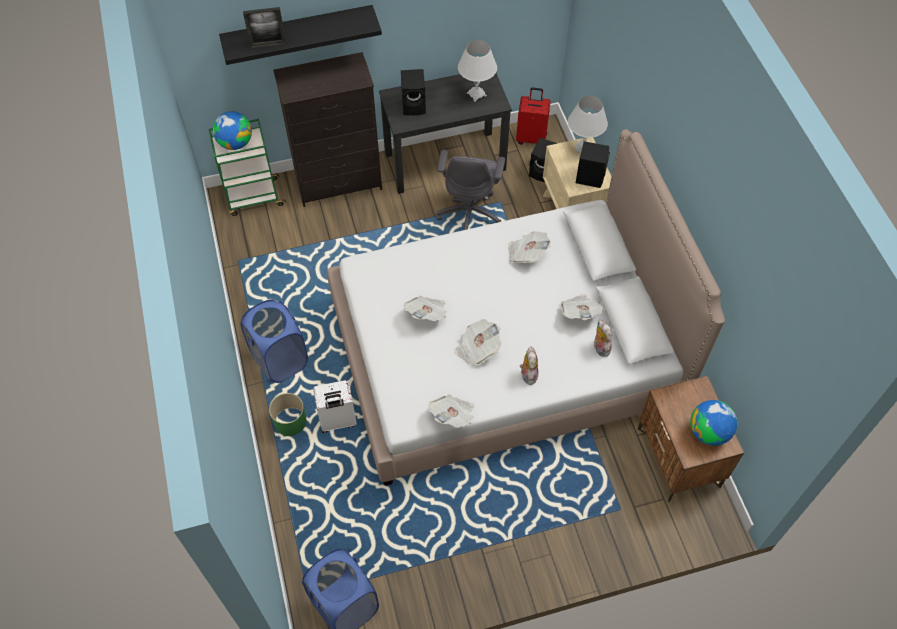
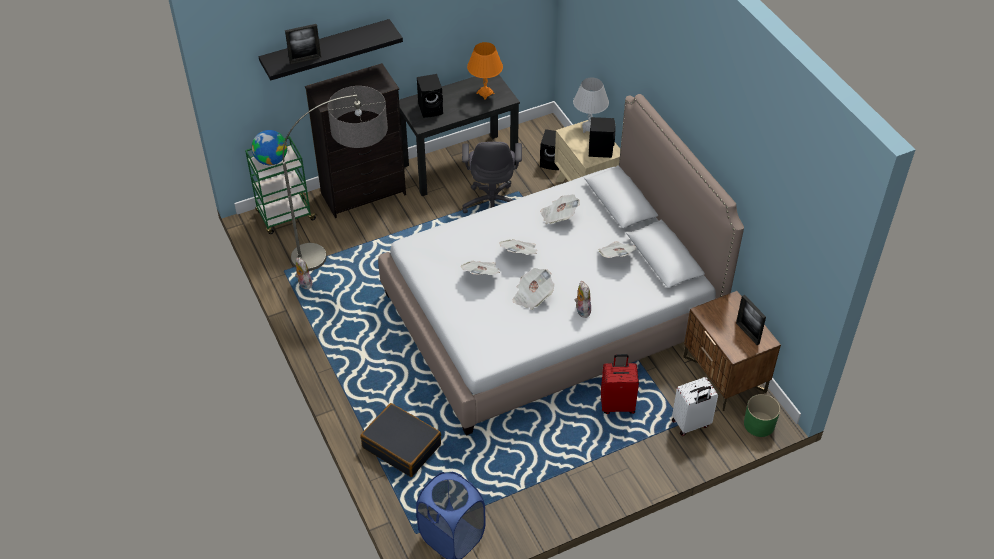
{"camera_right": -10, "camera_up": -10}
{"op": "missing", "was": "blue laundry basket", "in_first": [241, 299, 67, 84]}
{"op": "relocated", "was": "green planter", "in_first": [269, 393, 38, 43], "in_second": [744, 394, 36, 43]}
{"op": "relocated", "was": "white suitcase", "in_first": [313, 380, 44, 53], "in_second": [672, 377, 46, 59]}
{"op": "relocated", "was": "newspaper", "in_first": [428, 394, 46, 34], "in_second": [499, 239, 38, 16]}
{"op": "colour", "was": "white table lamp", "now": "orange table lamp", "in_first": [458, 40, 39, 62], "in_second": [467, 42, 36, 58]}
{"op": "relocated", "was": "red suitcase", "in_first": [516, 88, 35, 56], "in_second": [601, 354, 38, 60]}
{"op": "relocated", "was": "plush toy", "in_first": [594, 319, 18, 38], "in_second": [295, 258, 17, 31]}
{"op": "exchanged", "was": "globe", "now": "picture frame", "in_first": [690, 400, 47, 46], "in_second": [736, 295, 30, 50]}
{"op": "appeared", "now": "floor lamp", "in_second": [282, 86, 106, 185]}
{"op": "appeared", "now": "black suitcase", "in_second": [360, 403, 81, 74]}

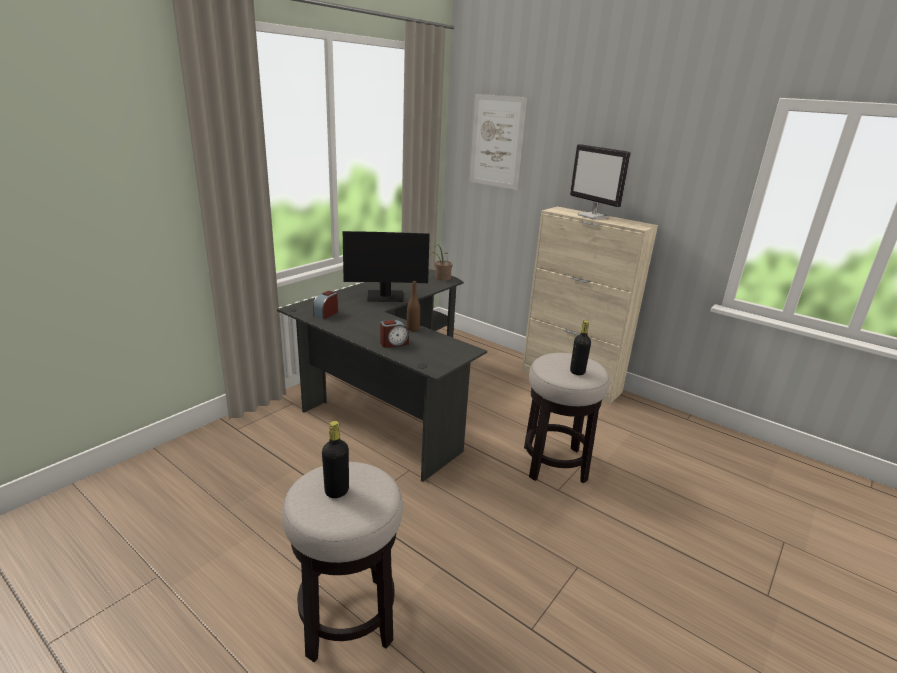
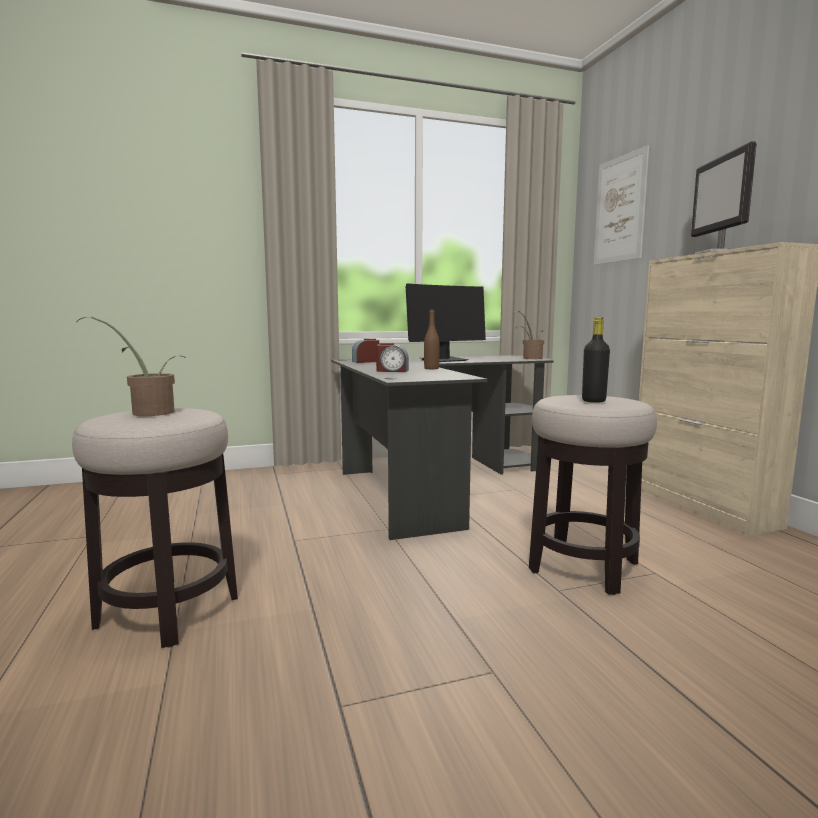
{"camera_right": 35, "camera_up": -15}
{"op": "exchanged", "was": "black bottle", "now": "potted plant", "in_first": [322, 421, 27, 77], "in_second": [78, 317, 108, 99]}
{"op": "spun", "was": "monitor", "in_first": [343, 231, 87, 71], "in_second": [406, 283, 80, 79], "clockwise": -60}

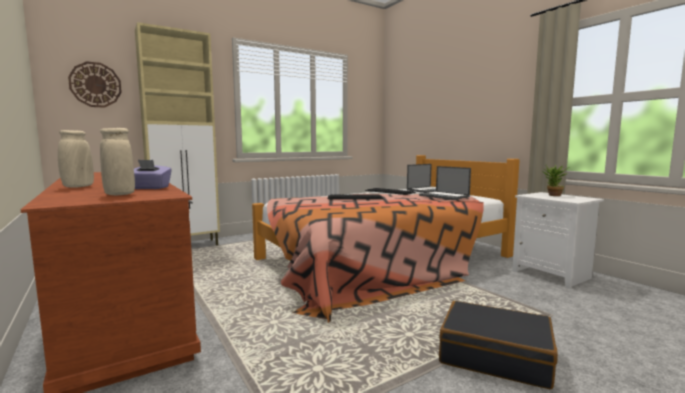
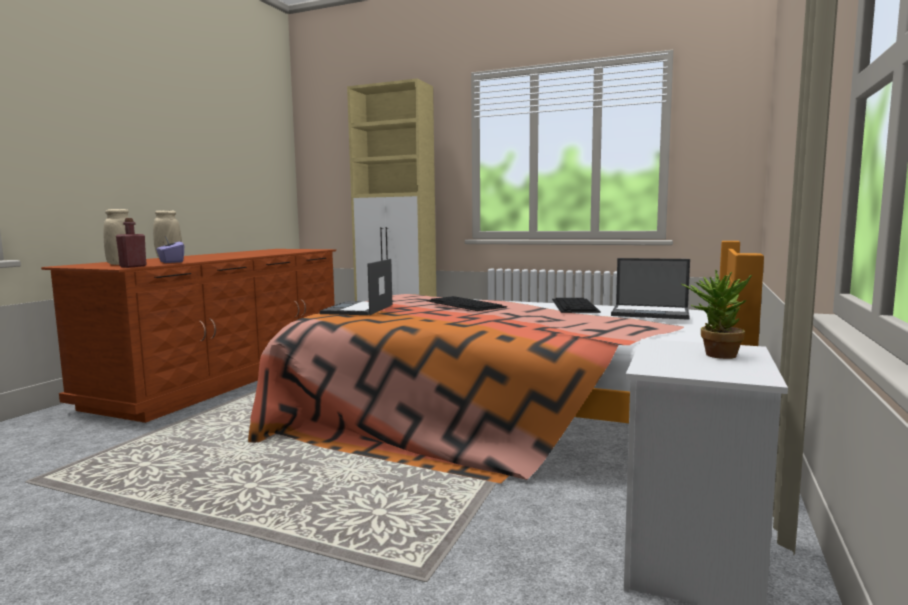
{"camera_right": 55, "camera_up": 0}
{"op": "missing", "was": "wall clock", "in_first": [68, 61, 54, 47]}
{"op": "relocated", "was": "laptop", "in_first": [419, 166, 52, 34], "in_second": [320, 259, 72, 56]}
{"op": "missing", "was": "black suitcase", "in_first": [439, 301, 119, 88]}
{"op": "appeared", "now": "red bottle", "in_second": [116, 218, 31, 50]}

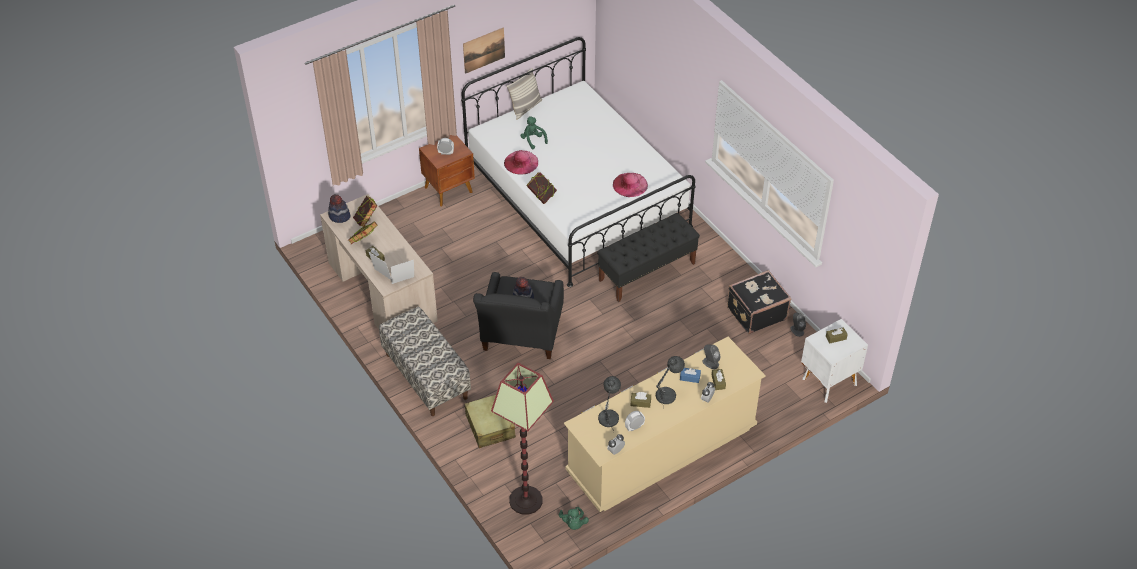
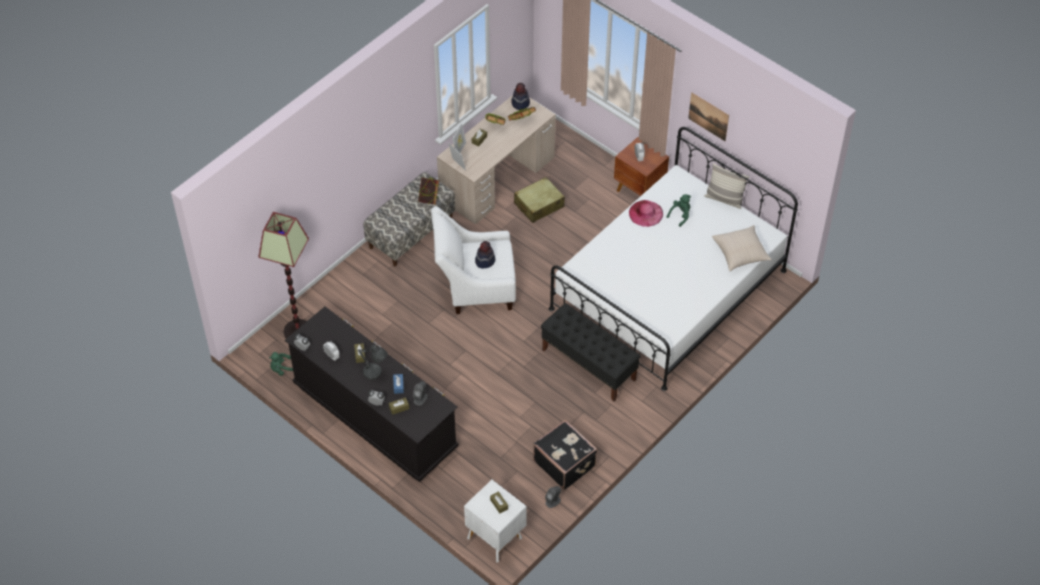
{"camera_right": 75, "camera_up": 5}
{"op": "relocated", "was": "beige suitcase", "in_first": [465, 395, 51, 53], "in_second": [514, 177, 51, 46]}
{"op": "colour", "was": "black armchair", "now": "white armchair", "in_first": [473, 272, 91, 87], "in_second": [431, 206, 85, 108]}
{"op": "relocated", "was": "book", "in_first": [526, 172, 31, 32], "in_second": [418, 177, 21, 28]}
{"op": "colour", "was": "beige dresser", "now": "black dresser", "in_first": [564, 337, 202, 175], "in_second": [285, 307, 174, 175]}
{"op": "missing", "was": "grey table lamp", "in_first": [598, 376, 23, 55]}
{"op": "missing", "was": "pink hat", "in_first": [613, 173, 35, 24]}
{"op": "appeared", "now": "beige pillow", "in_second": [712, 225, 60, 46]}

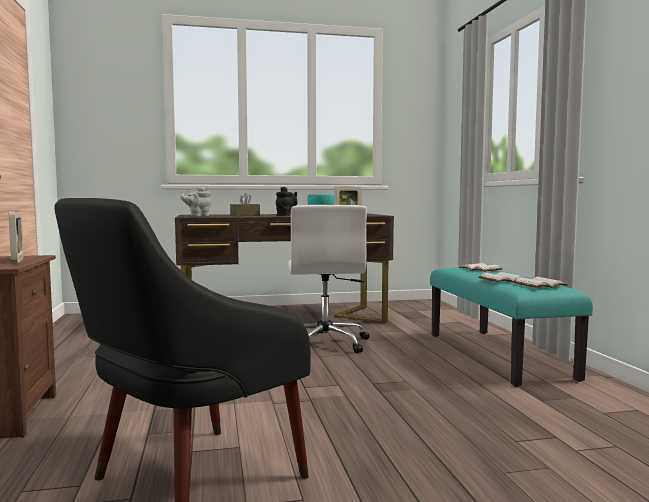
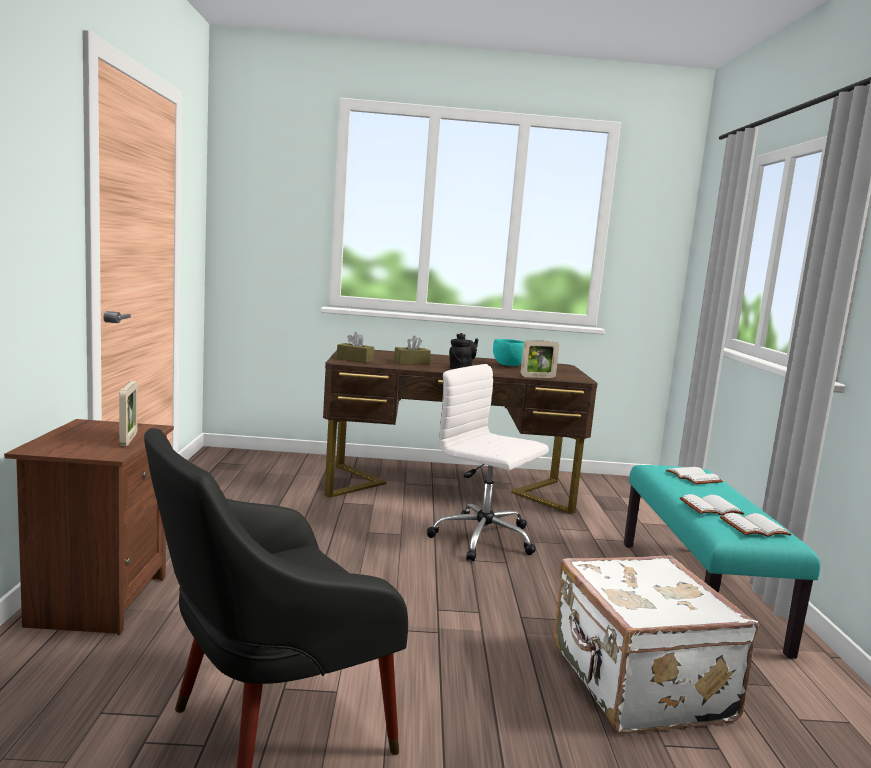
{"camera_right": 10, "camera_up": 5}
{"op": "exchanged", "was": "grey teapot", "now": "brown tissue box", "in_first": [180, 187, 32, 30], "in_second": [337, 332, 37, 31]}
{"op": "spun", "was": "white office chair", "in_first": [288, 205, 81, 148], "in_second": [427, 364, 122, 198], "clockwise": 120}
{"op": "appeared", "now": "white suitcase", "in_second": [554, 555, 204, 179]}

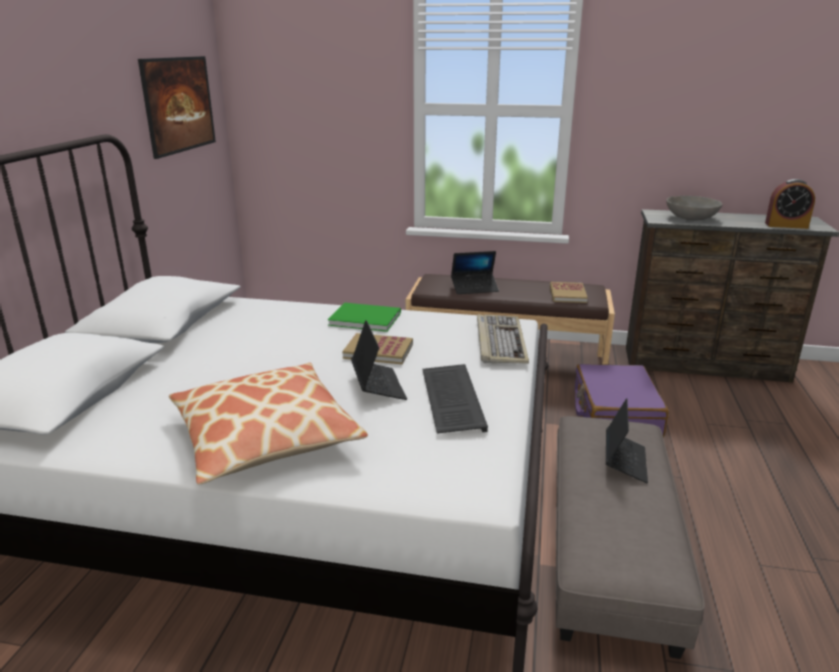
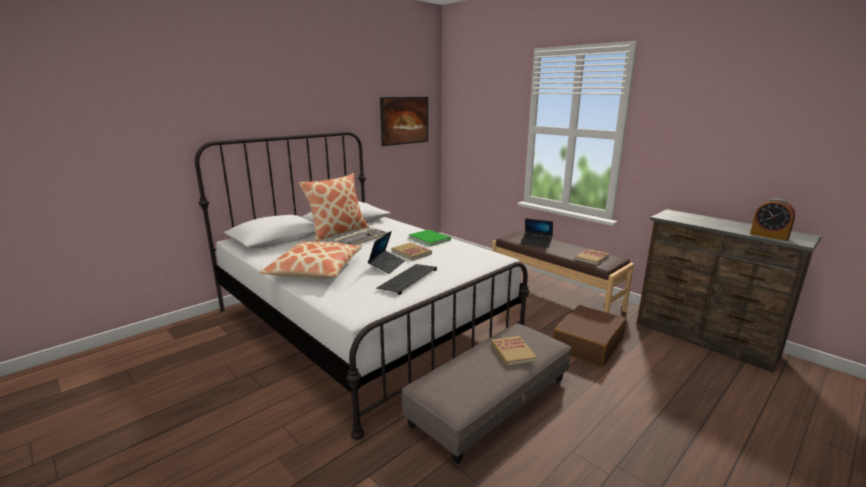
{"camera_right": 35, "camera_up": -5}
{"op": "relocated", "was": "keyboard", "in_first": [477, 314, 52, 50], "in_second": [332, 227, 56, 18]}
{"op": "colour", "was": "purple suitcase", "now": "brown suitcase", "in_first": [575, 364, 94, 74], "in_second": [553, 305, 73, 62]}
{"op": "exchanged", "was": "laptop", "now": "book", "in_first": [606, 398, 42, 85], "in_second": [491, 336, 46, 30]}
{"op": "missing", "was": "grey bowl", "in_first": [666, 196, 56, 24]}
{"op": "appeared", "now": "pillow", "in_second": [299, 173, 70, 69]}

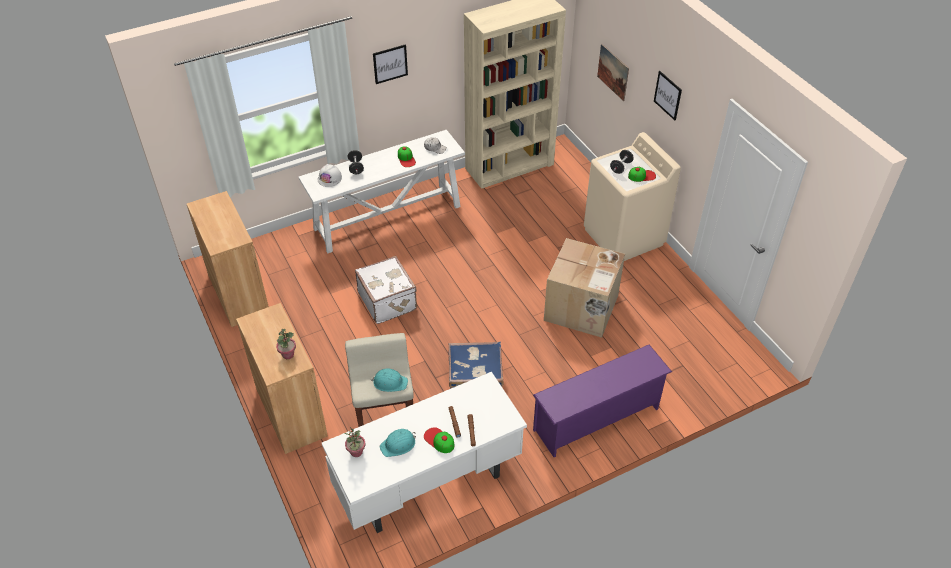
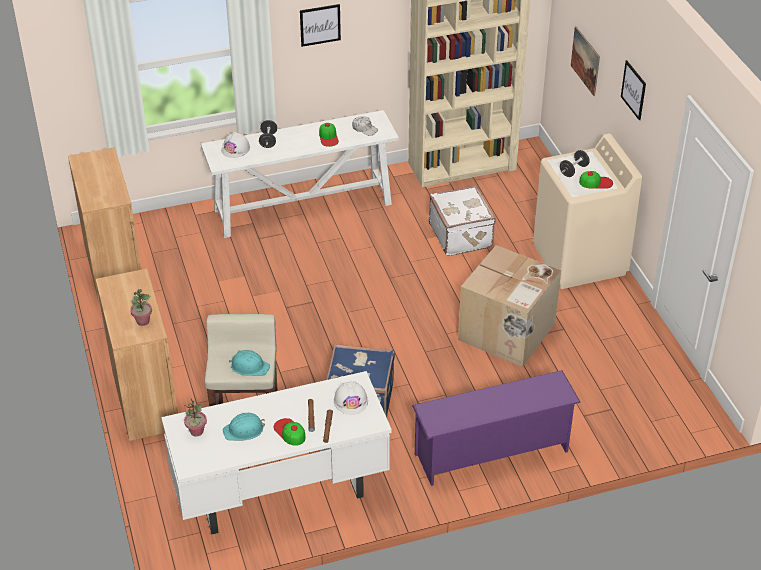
{"camera_right": 10, "camera_up": -5}
{"op": "relocated", "was": "white suitcase", "in_first": [355, 256, 62, 68], "in_second": [429, 186, 67, 70]}
{"op": "appeared", "now": "white hard hat", "in_second": [334, 381, 34, 34]}

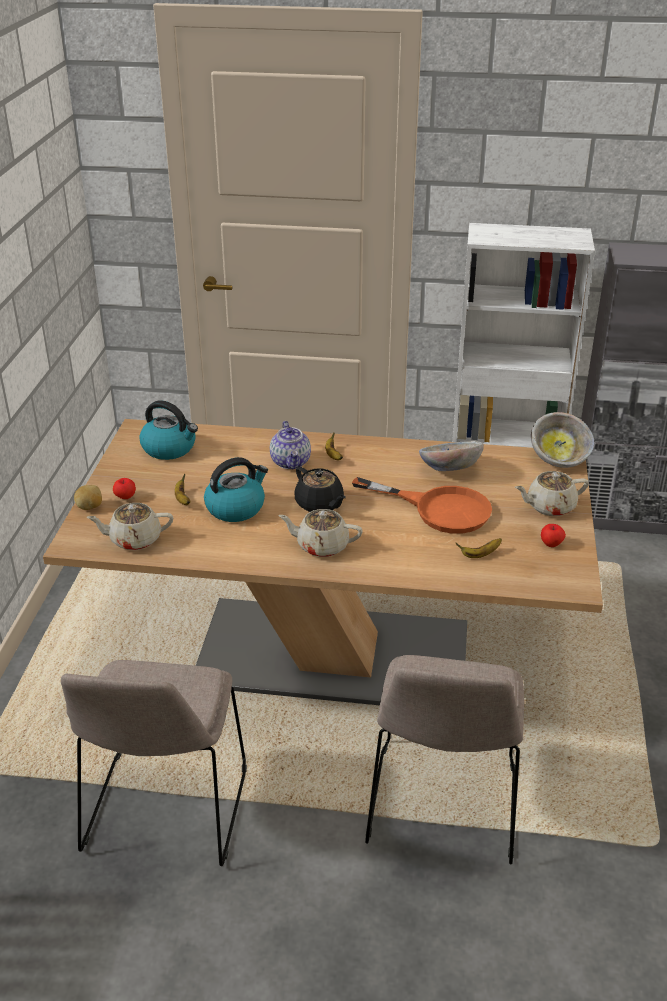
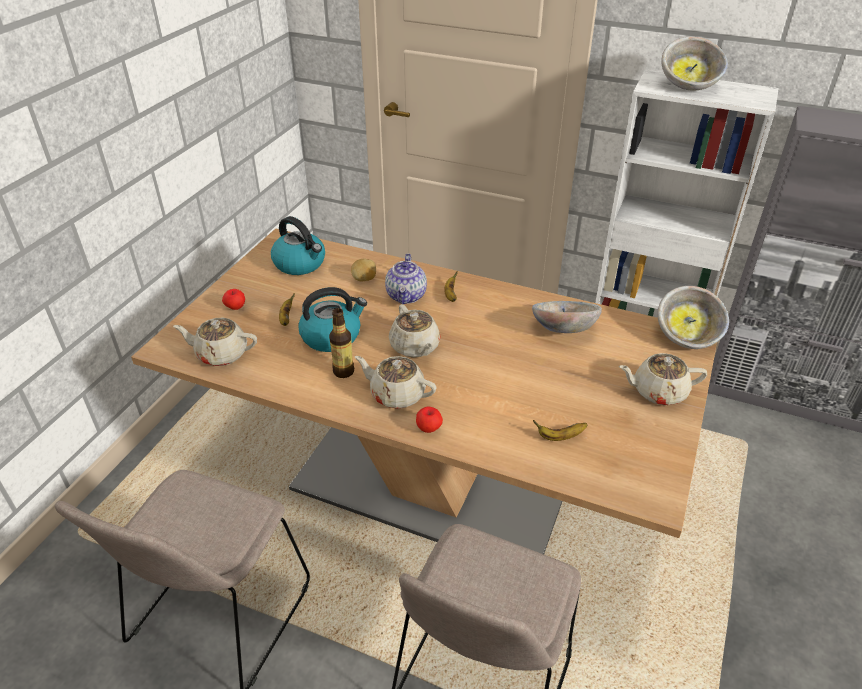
{"camera_right": 15, "camera_up": 5}
{"op": "relocated", "was": "potato", "in_first": [74, 485, 28, 25], "in_second": [351, 259, 25, 22]}
{"op": "colour", "was": "black teapot", "now": "beige teapot", "in_first": [295, 467, 51, 45], "in_second": [389, 304, 52, 53]}
{"op": "missing", "was": "orange frying pan", "in_first": [352, 477, 140, 57]}
{"op": "relocated", "was": "apple", "in_first": [541, 524, 25, 23], "in_second": [416, 406, 27, 27]}
{"op": "appeared", "now": "bottle", "in_second": [329, 308, 25, 70]}
{"op": "appeared", "now": "bowl", "in_second": [662, 37, 66, 53]}

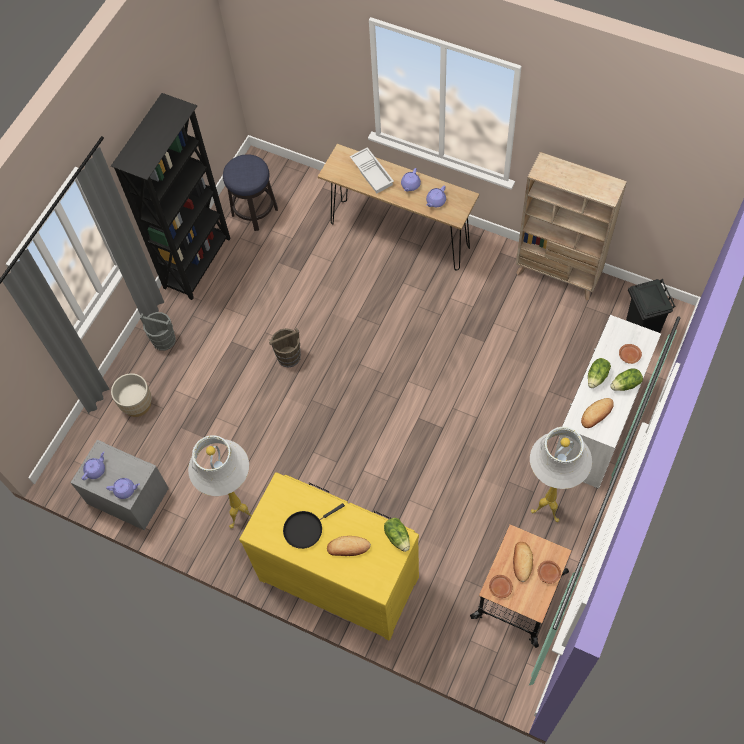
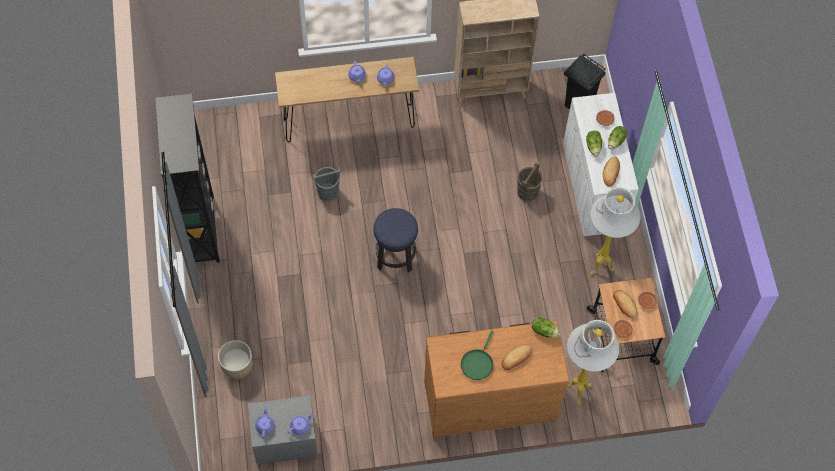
{"camera_right": -40, "camera_up": 0}
{"op": "relocated", "was": "grey bucket", "in_first": [140, 312, 36, 39], "in_second": [313, 167, 27, 35]}
{"op": "relocated", "was": "white floor lamp", "in_first": [188, 435, 64, 93], "in_second": [567, 320, 52, 85]}
{"op": "relocated", "was": "stool", "in_first": [223, 154, 55, 77], "in_second": [373, 208, 45, 64]}
{"op": "colour", "was": "yellow dresser", "now": "brown dresser", "in_first": [239, 472, 180, 169], "in_second": [424, 321, 145, 118]}
{"op": "relocated", "was": "brown bucket", "in_first": [269, 328, 32, 40], "in_second": [517, 162, 26, 40]}
{"op": "colour", "was": "black frying pan", "now": "green frying pan", "in_first": [283, 503, 62, 46], "in_second": [461, 330, 33, 50]}
{"op": "missing", "was": "white tray", "in_first": [350, 147, 44, 46]}

